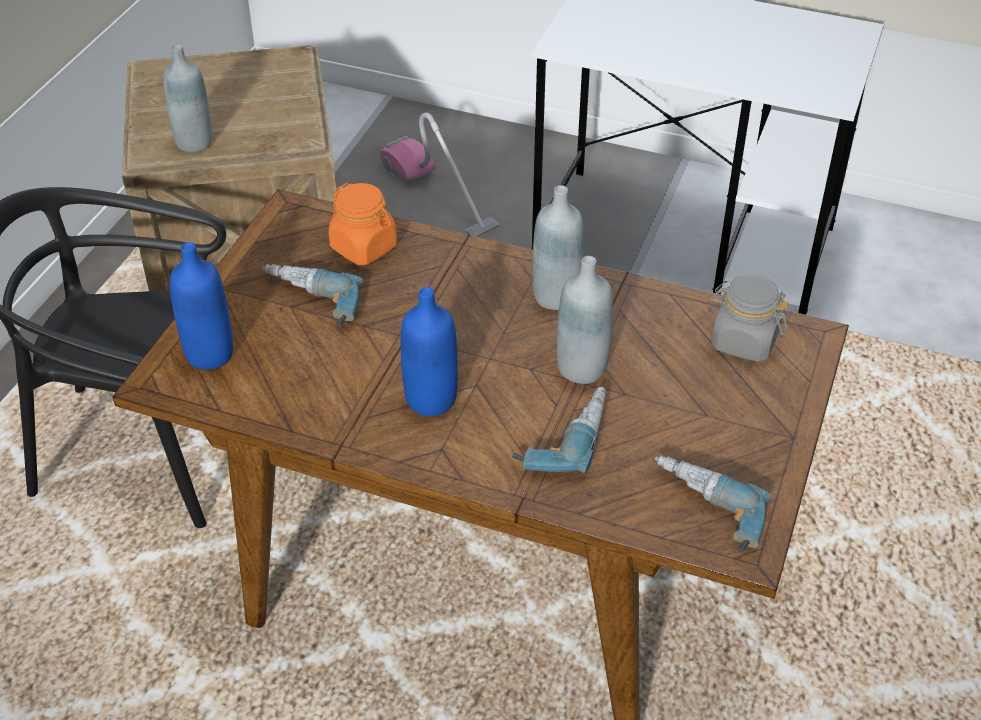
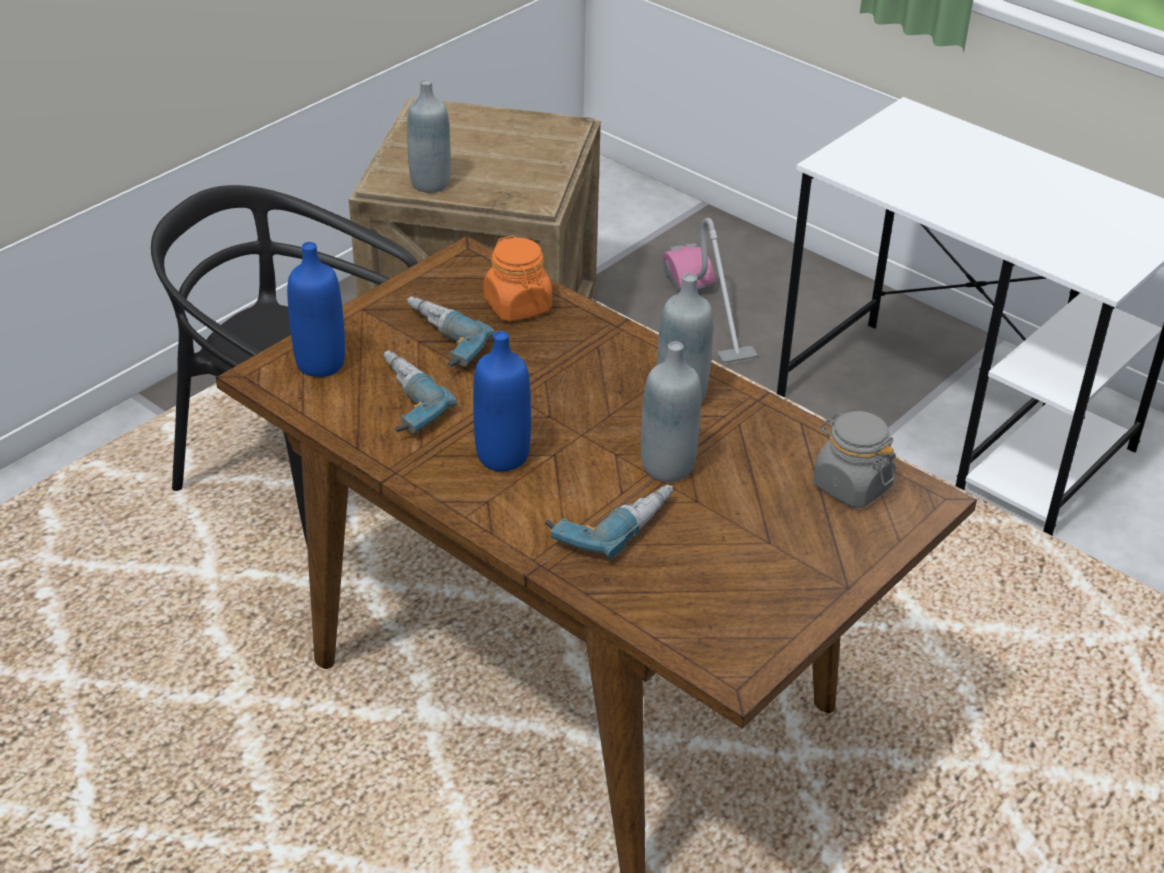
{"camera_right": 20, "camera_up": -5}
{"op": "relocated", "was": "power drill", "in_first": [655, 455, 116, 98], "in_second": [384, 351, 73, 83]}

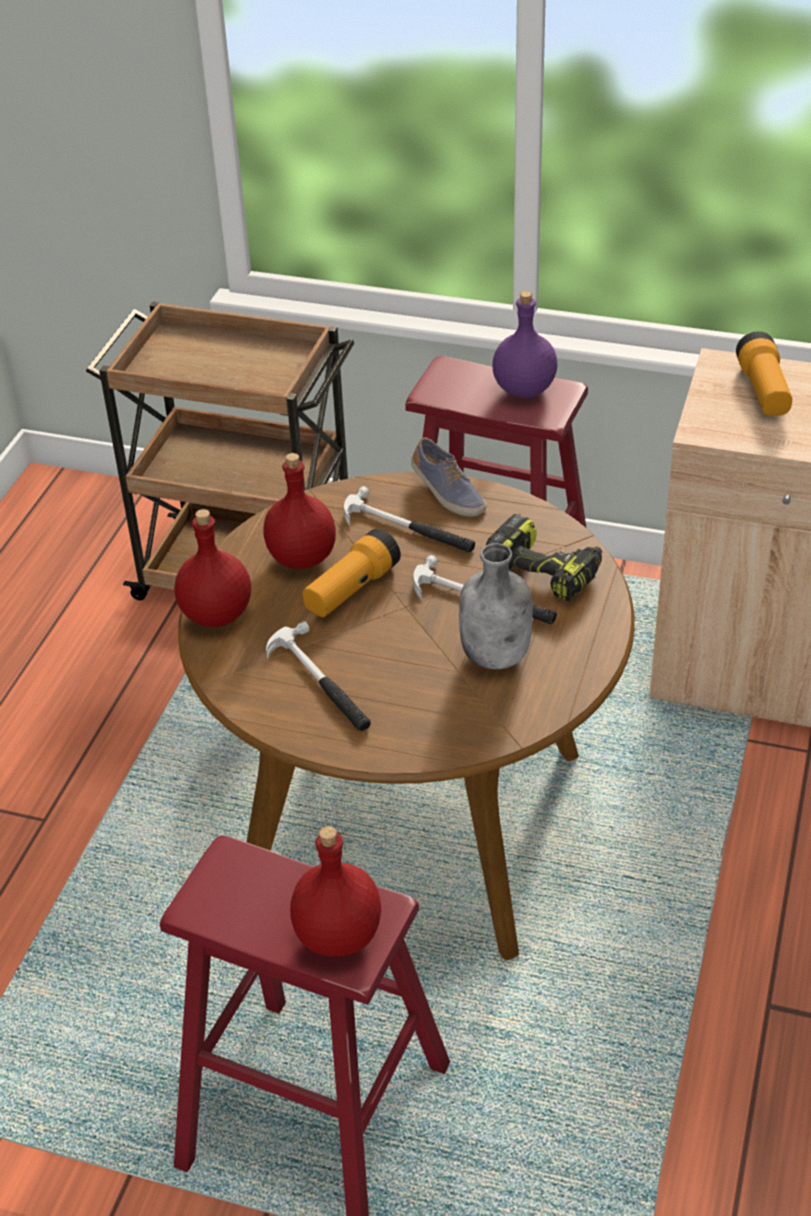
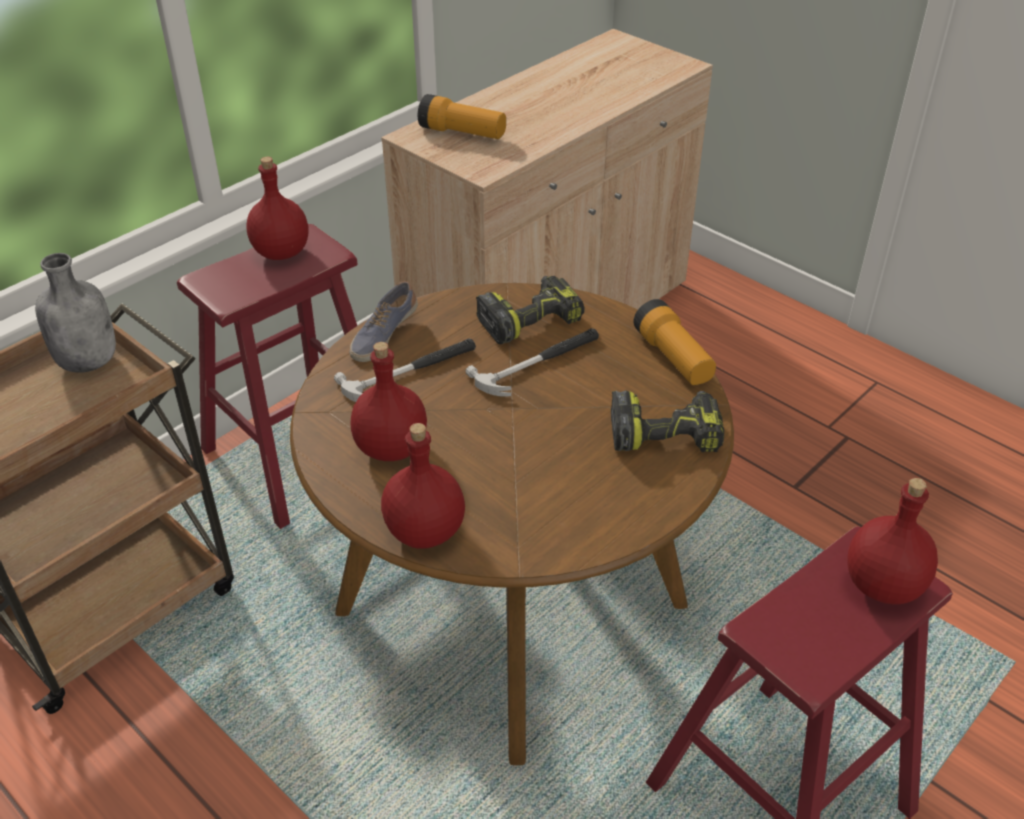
{"camera_right": -65, "camera_up": 0}
{"op": "missing", "was": "hammer", "in_first": [266, 621, 105, 110]}
{"op": "relocated", "was": "flashlight", "in_first": [302, 528, 99, 89], "in_second": [634, 299, 82, 86]}
{"op": "spun", "was": "shoe", "in_first": [411, 437, 76, 79], "in_second": [350, 281, 68, 81], "clockwise": 135}
{"op": "relocated", "was": "grey bottle", "in_first": [459, 543, 74, 126], "in_second": [35, 253, 81, 120]}
{"op": "colour", "was": "purple bottle", "now": "red bottle", "in_first": [492, 291, 66, 107], "in_second": [246, 157, 62, 103]}
{"op": "appeared", "now": "power drill", "in_second": [611, 390, 113, 62]}

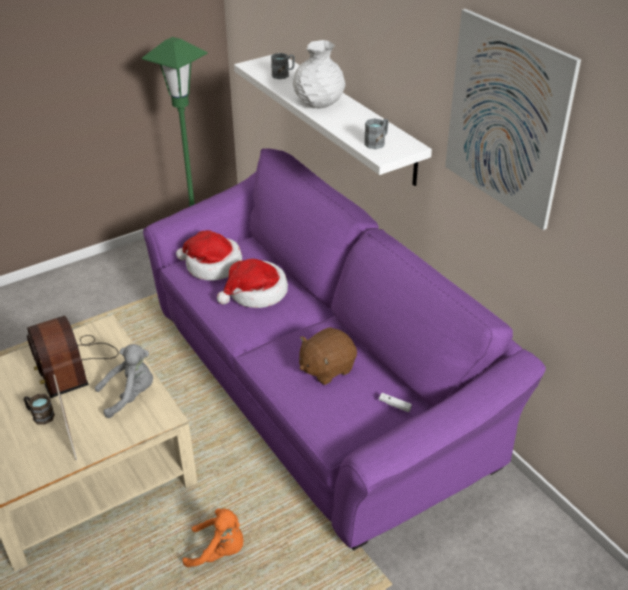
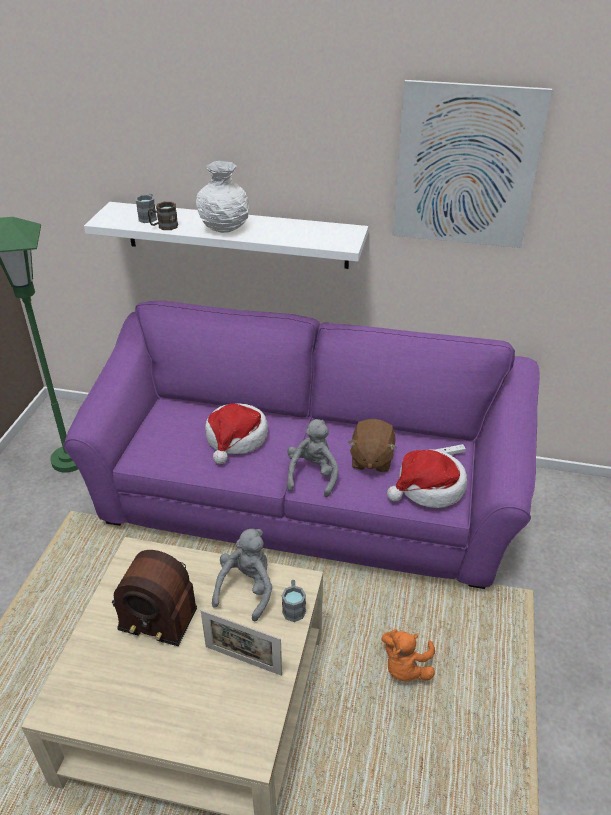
{"camera_right": -45, "camera_up": 0}
{"op": "relocated", "was": "brown mug", "in_first": [24, 394, 31, 31], "in_second": [148, 202, 30, 28]}
{"op": "relocated", "was": "hat", "in_first": [176, 230, 66, 51], "in_second": [387, 450, 80, 58]}
{"op": "spun", "was": "orange plush toy", "in_first": [182, 508, 62, 59], "in_second": [381, 629, 54, 52], "clockwise": 150}
{"op": "relocated", "was": "grey mug", "in_first": [364, 118, 24, 31], "in_second": [282, 580, 24, 42]}
{"op": "appeared", "now": "grey plush toy", "in_second": [287, 419, 52, 78]}

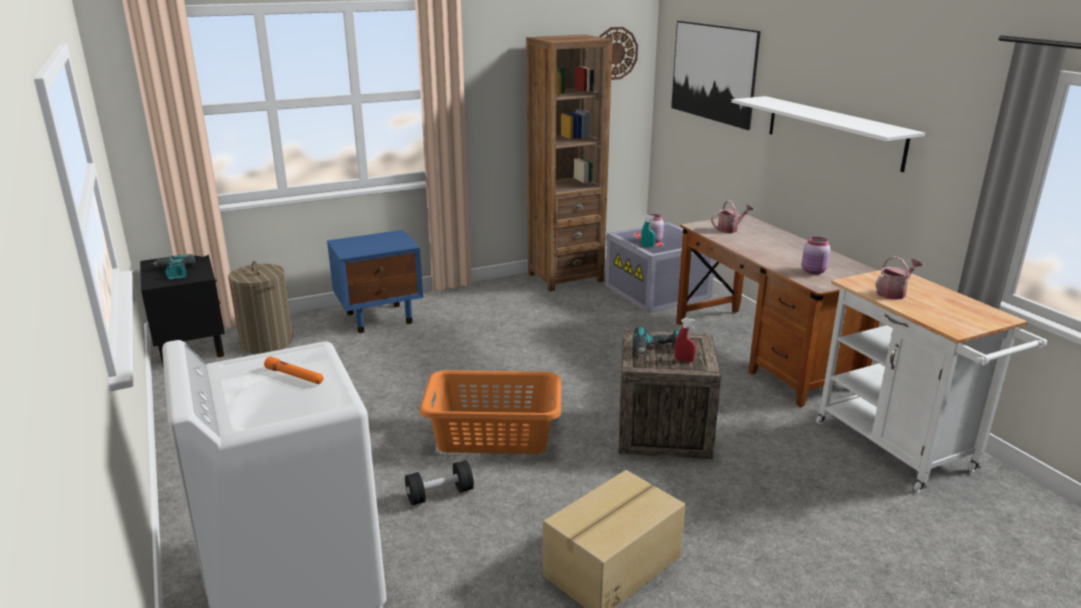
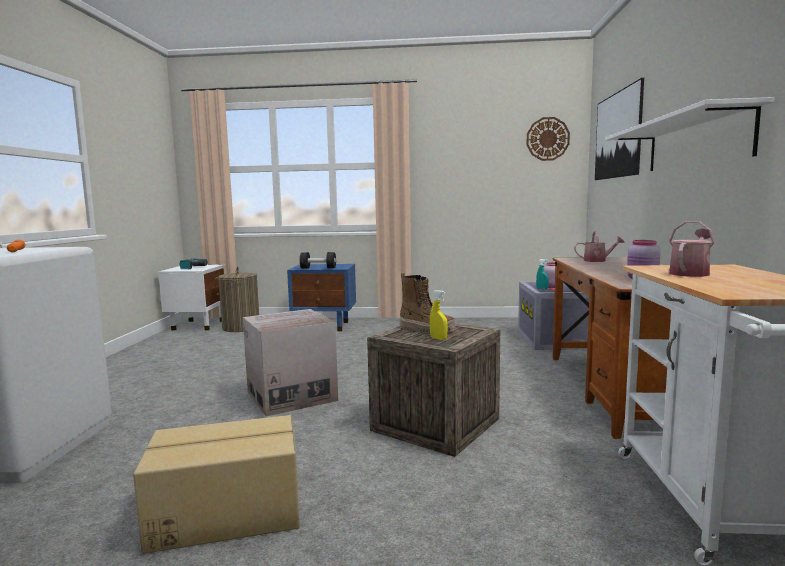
{"camera_right": 30, "camera_up": -15}
{"op": "colour", "was": "black nightstand", "now": "white nightstand", "in_first": [140, 254, 85, 113], "in_second": [158, 264, 66, 66]}
{"op": "relocated", "was": "black dumbbell", "in_first": [405, 460, 69, 45], "in_second": [300, 252, 36, 17]}
{"op": "exchanged", "was": "orange laundry basket", "now": "cardboard box", "in_first": [420, 370, 141, 84], "in_second": [243, 309, 95, 108]}
{"op": "missing", "was": "brown bookcase", "in_first": [526, 35, 87, 257]}
{"op": "exchanged", "was": "power drill", "now": "boot", "in_first": [634, 327, 45, 27], "in_second": [400, 273, 55, 60]}
{"op": "colour", "was": "red spray bottle", "now": "yellow spray bottle", "in_first": [675, 318, 21, 44], "in_second": [430, 290, 18, 50]}
{"op": "spun", "was": "watering can", "in_first": [875, 256, 47, 44], "in_second": [669, 221, 46, 56], "clockwise": -45}

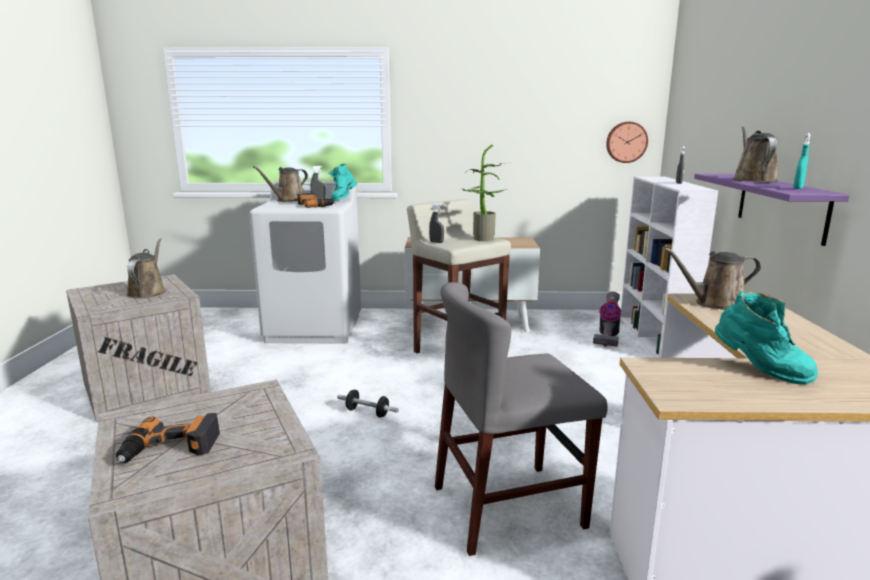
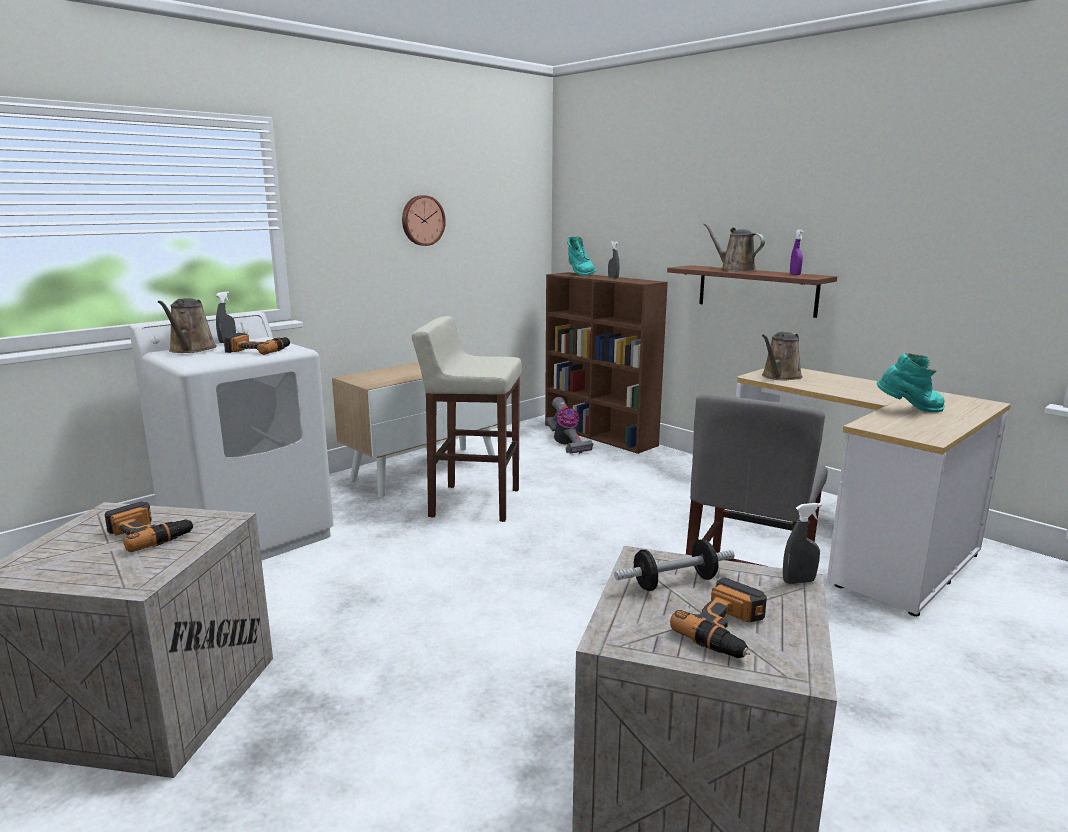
{"camera_right": -45, "camera_up": 0}
{"op": "exchanged", "was": "brown watering can", "now": "power drill", "in_first": [126, 238, 40, 60], "in_second": [105, 501, 90, 51]}
{"op": "relocated", "was": "turquoise boot", "in_first": [328, 163, 30, 38], "in_second": [567, 236, 29, 40]}
{"op": "relocated", "was": "dumbbell", "in_first": [337, 390, 62, 28], "in_second": [614, 539, 120, 52]}
{"op": "relocated", "was": "grey spray bottle", "in_first": [429, 204, 15, 39], "in_second": [783, 503, 39, 81]}
{"op": "missing", "was": "potted plant", "in_first": [463, 144, 43, 97]}
{"op": "relocated", "was": "wall clock", "in_first": [606, 122, 42, 41], "in_second": [402, 195, 44, 51]}
{"op": "colour", "was": "white bookcase", "now": "brown bookcase", "in_first": [620, 176, 98, 182], "in_second": [545, 272, 123, 182]}
{"op": "colour", "was": "purple shelf", "now": "brown shelf", "in_first": [694, 174, 156, 72], "in_second": [667, 265, 170, 53]}
{"op": "colour", "was": "turquoise spray bottle", "now": "purple spray bottle", "in_first": [793, 133, 18, 56], "in_second": [790, 230, 13, 45]}

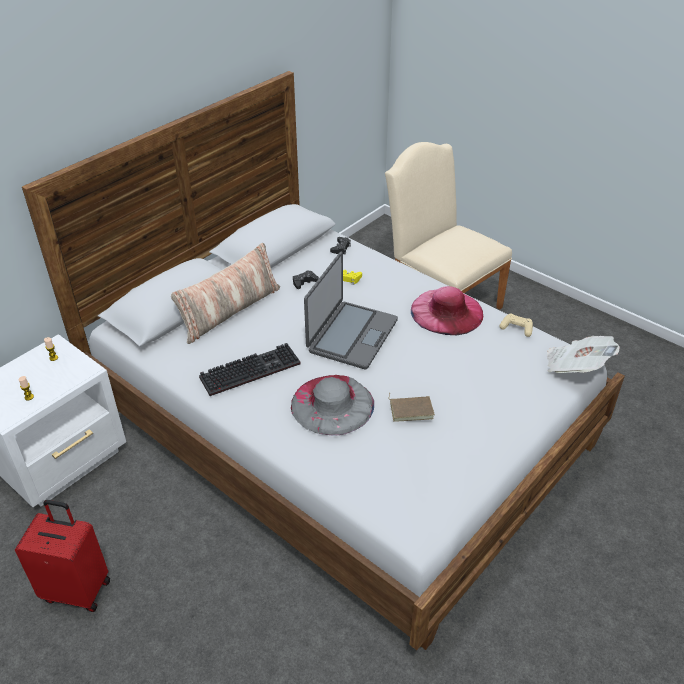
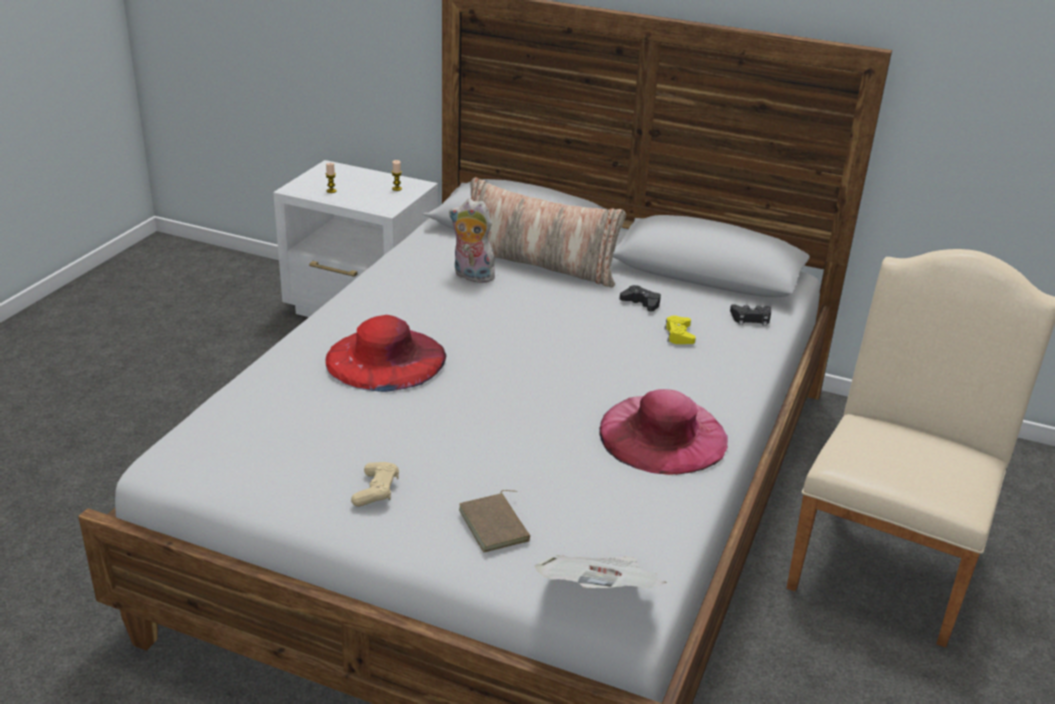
{"camera_right": 70, "camera_up": -10}
{"op": "missing", "was": "red suitcase", "in_first": [15, 500, 95, 112]}
{"op": "missing", "was": "keyboard", "in_first": [199, 343, 102, 53]}
{"op": "colour", "was": "grey hat", "now": "red hat", "in_first": [291, 375, 83, 61], "in_second": [326, 315, 121, 77]}
{"op": "missing", "was": "laptop", "in_first": [304, 252, 94, 117]}
{"op": "relocated", "was": "brown book", "in_first": [389, 393, 46, 29], "in_second": [459, 490, 71, 62]}
{"op": "relocated", "was": "beige game controller", "in_first": [499, 314, 34, 23], "in_second": [351, 462, 48, 45]}
{"op": "appeared", "now": "plush toy", "in_second": [449, 199, 51, 85]}

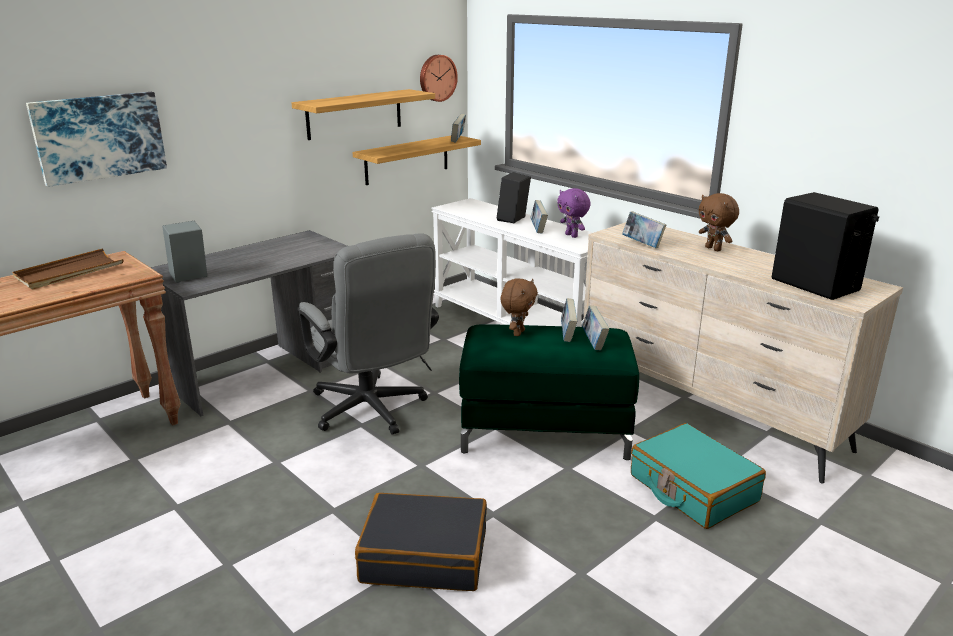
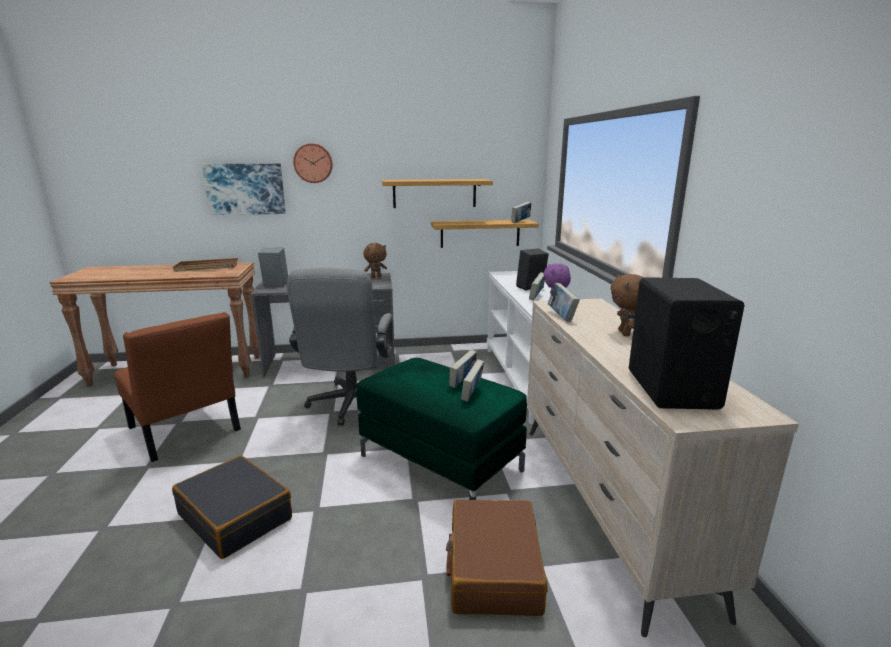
{"camera_right": 35, "camera_up": -5}
{"op": "relocated", "was": "wall clock", "in_first": [420, 55, 38, 47], "in_second": [293, 143, 40, 40]}
{"op": "relocated", "was": "brown plush toy", "in_first": [500, 278, 38, 58], "in_second": [363, 243, 24, 35]}
{"op": "colour", "was": "turquoise suitcase", "now": "brown suitcase", "in_first": [631, 423, 135, 106], "in_second": [446, 500, 101, 116]}
{"op": "appeared", "now": "brown chair", "in_second": [114, 312, 127, 150]}

